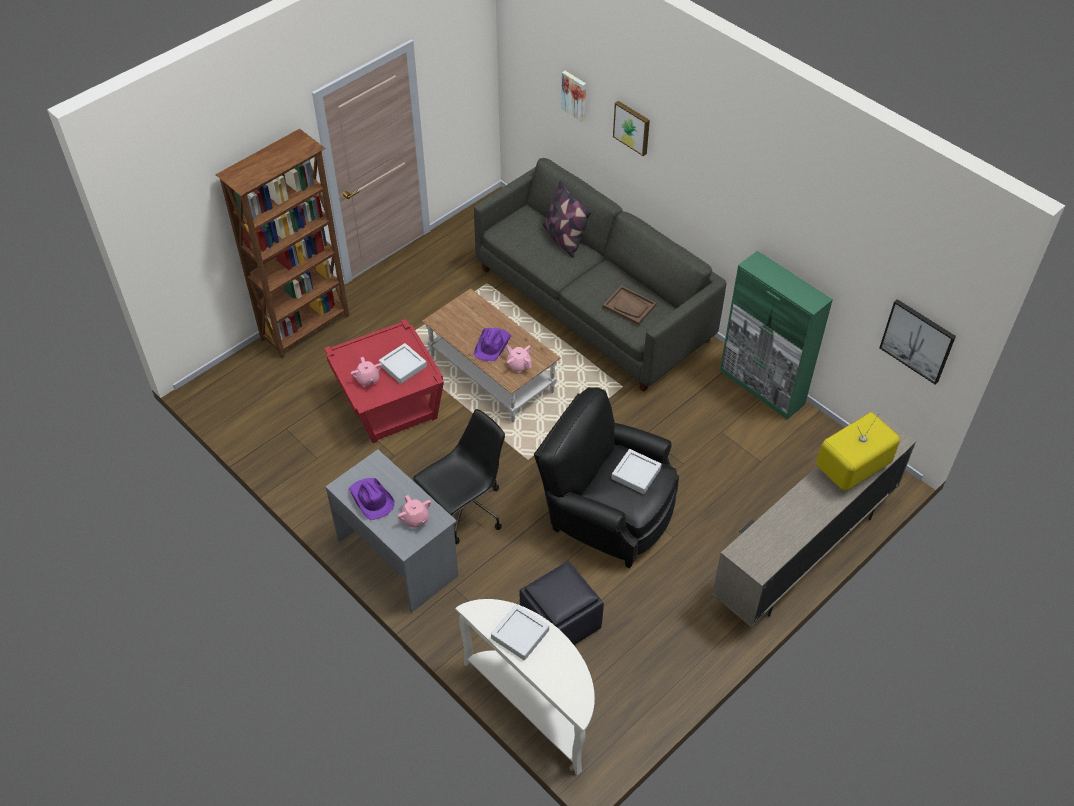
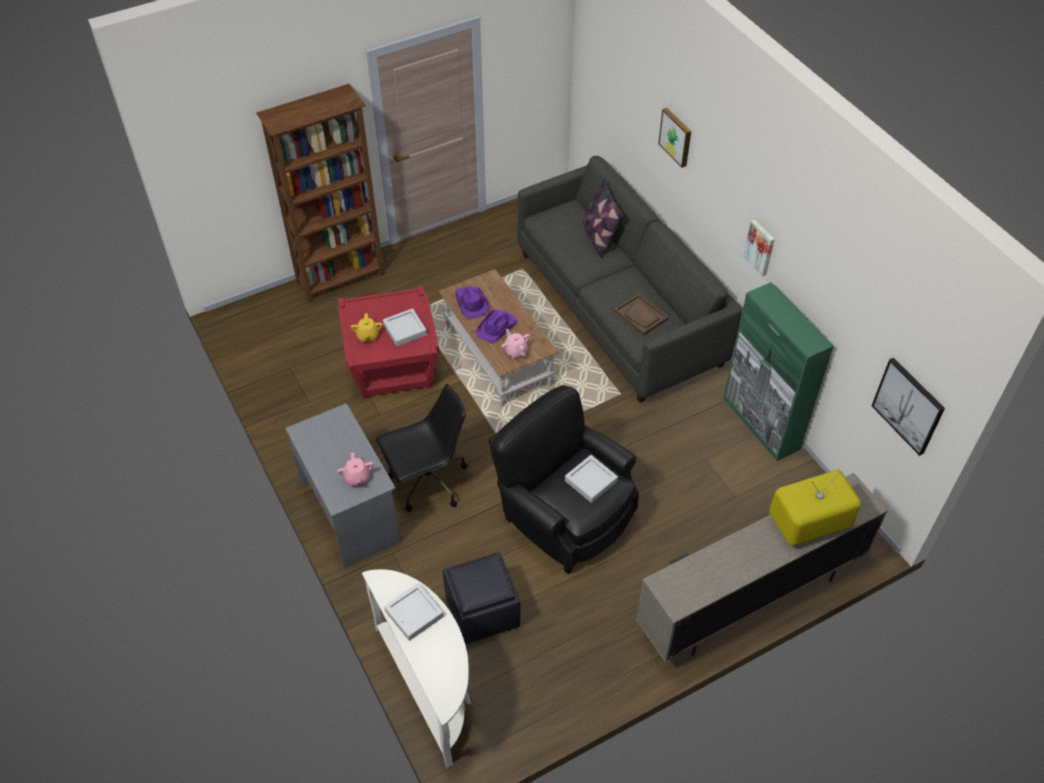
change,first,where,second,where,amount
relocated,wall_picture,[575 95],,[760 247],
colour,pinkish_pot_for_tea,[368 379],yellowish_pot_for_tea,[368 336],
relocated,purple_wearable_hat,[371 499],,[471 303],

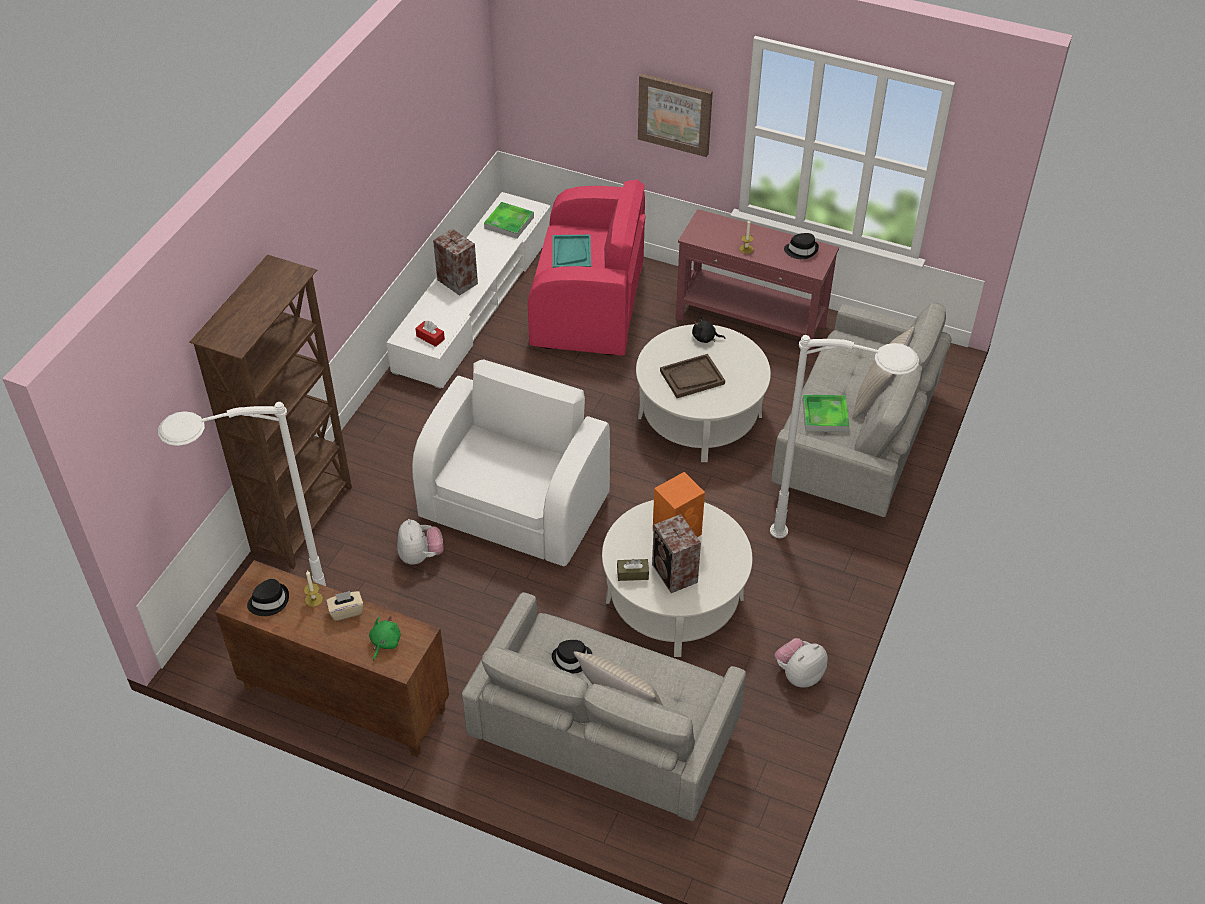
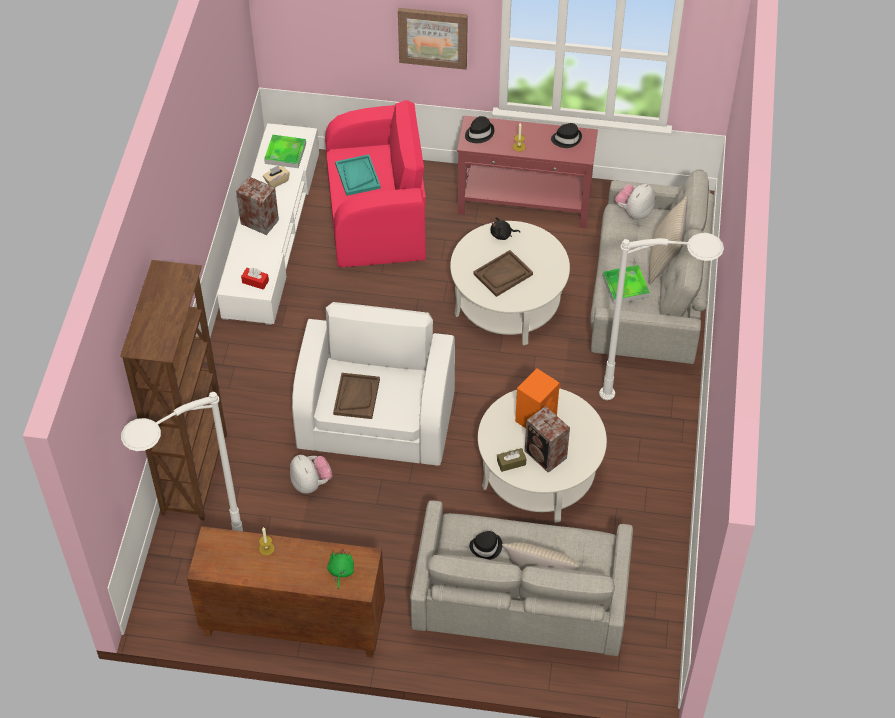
change,first,where,second,where,amount
relocated,black_wearable_hat,[269 601],,[479 133],
relocated,beige-coloured_box_of_tissues,[346 611],,[276 181],
relocated,soft_toy,[799 674],,[634 212],
appeared,,,brown-coloured_tray,[356 397],

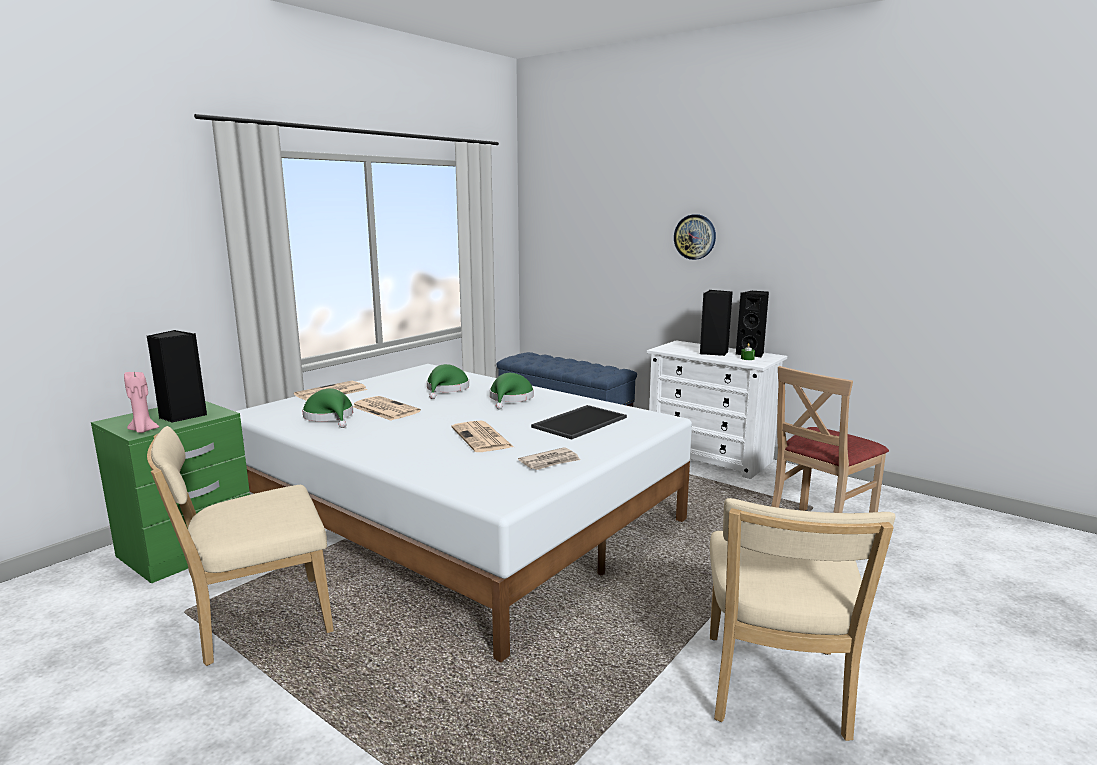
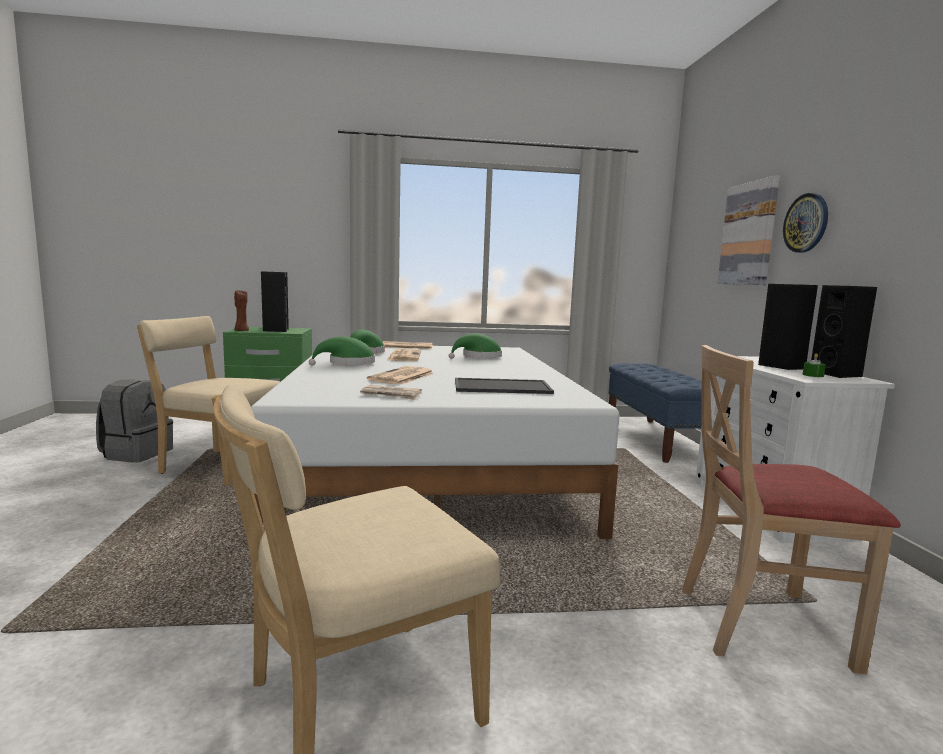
change,first,where,second,where,amount
colour,pinkish_wax_candle,[143 430],brown-coloured_wax_candle,[241 331],
relocated,green_wearable_hat,[510 399],,[348 363],
appeared,,,wall_picture,[749 234],
appeared,,,grey_backpack,[137 453],

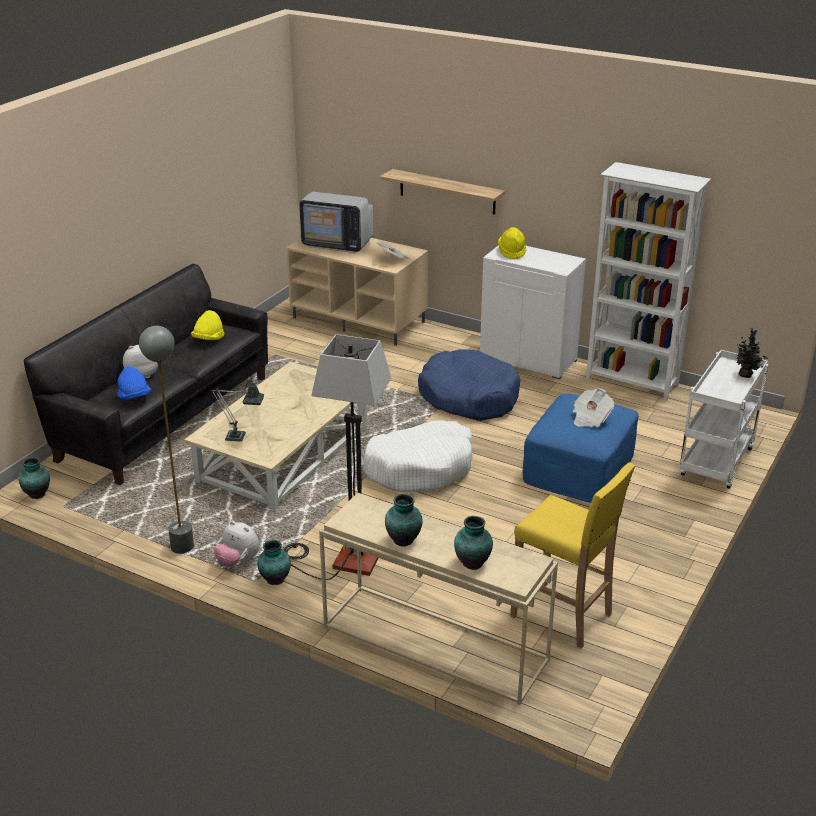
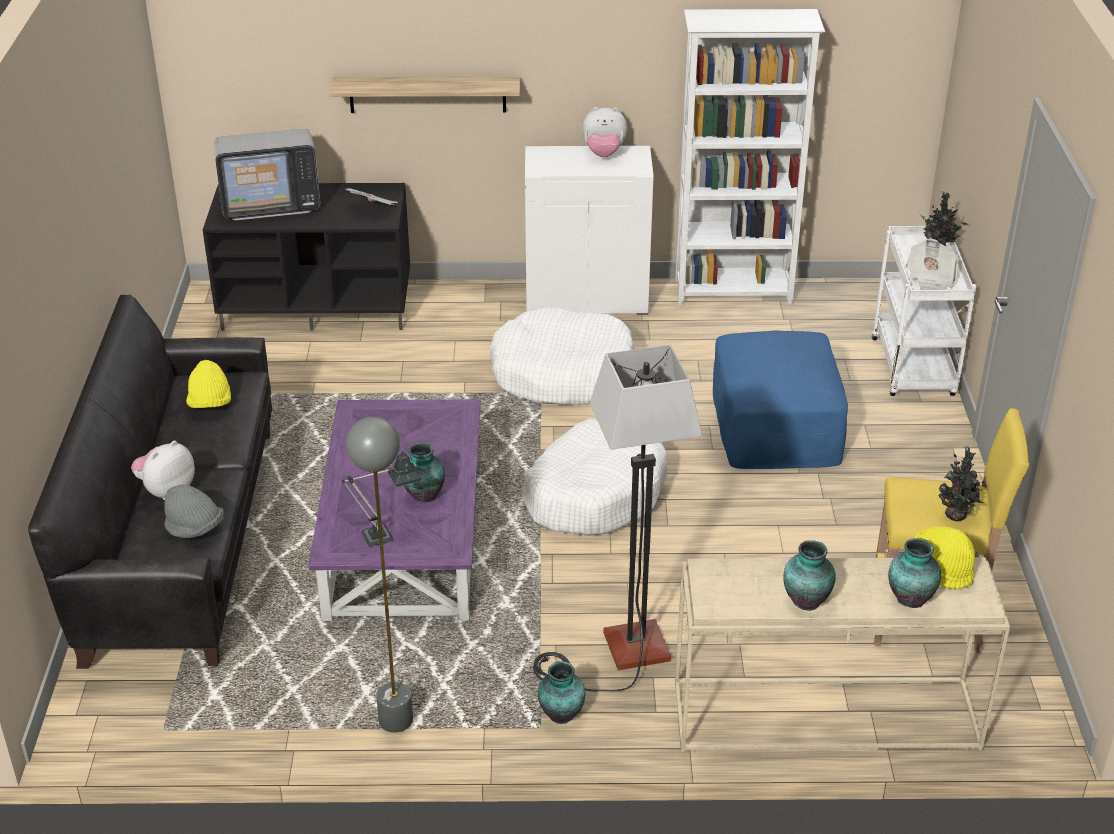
change,first,where,second,where,amount
relocated,yellowish_wearable_hat,[512 252],,[941 569],
colour,beige-coloured_tv_stand,[360 320],black_tv_stand,[318 306],
colour,blue-coloured_dog_bed,[469 397],white_dog_bed,[563 374],
colour,beige-coloured_lounge_table,[284 453],purple_lounge_table,[402 535],
colour,blue-coloured_wearable_hat,[134 397],grey_wearable_hat,[195 529],
relocated,daily_paper,[590 418],,[930 280],
relocated,decorative_vase,[37 493],,[423 494],
relocated,soft_toy,[238 561],,[604 154],
appeared,,,potted_plant,[957 517],

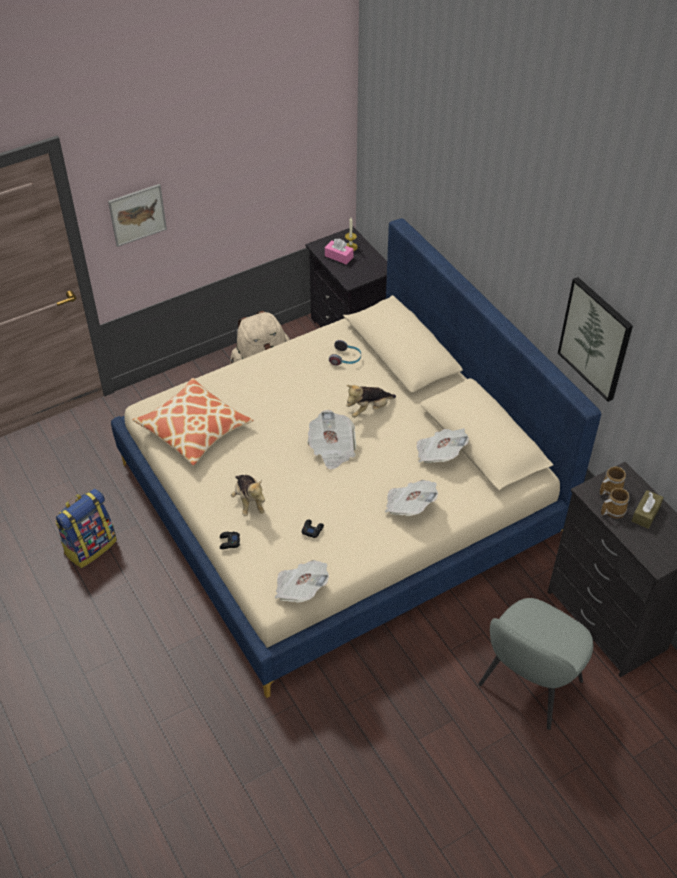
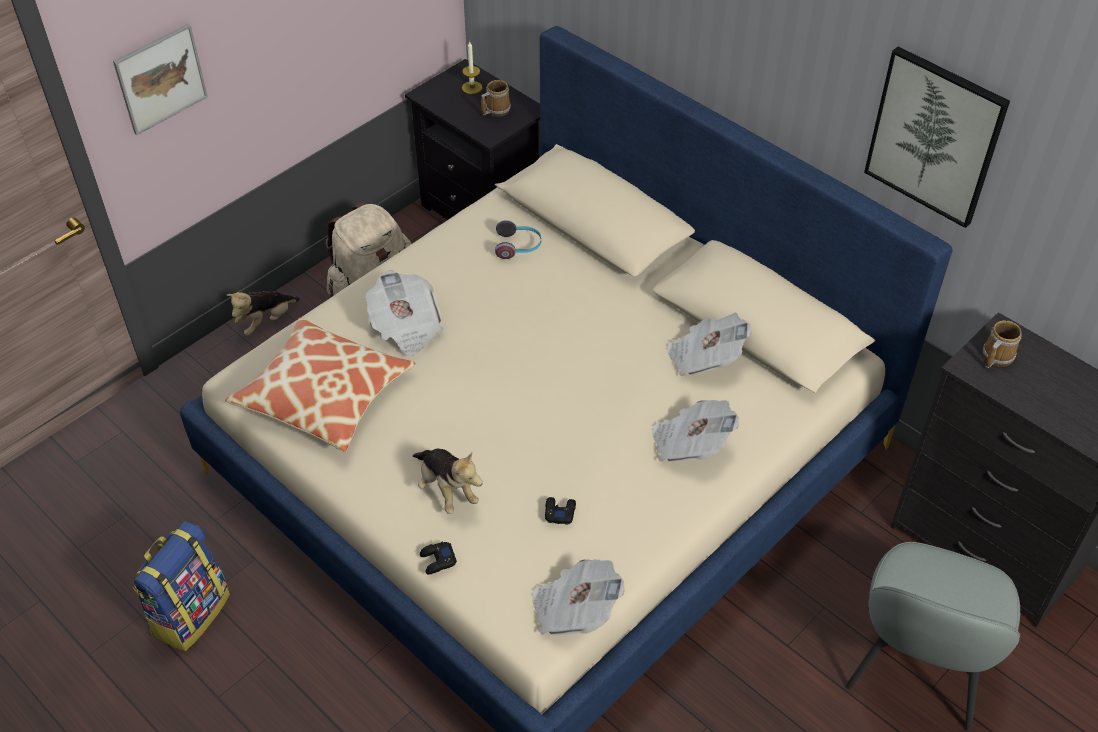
change,first,where,second,where,amount
missing,pinkish_box_of_tissues,[339 256],,,
relocated,soft_toy,[368 409],,[266 321],
relocated,daily_paper,[332 449],,[406 327],
relocated,tea_mug,[613 510],,[496 109],
missing,brown-coloured_box_of_tissues,[646 513],,,

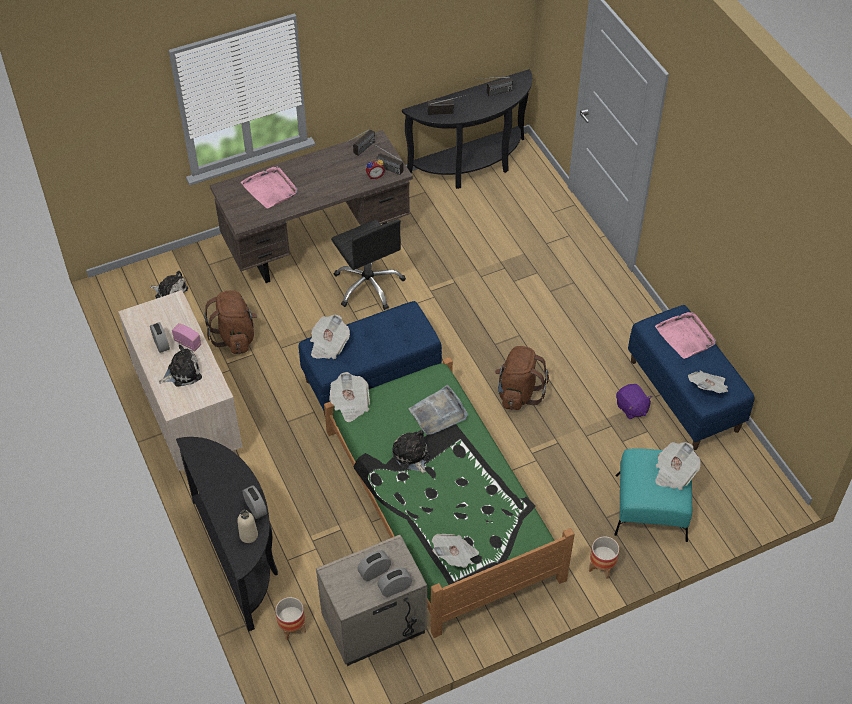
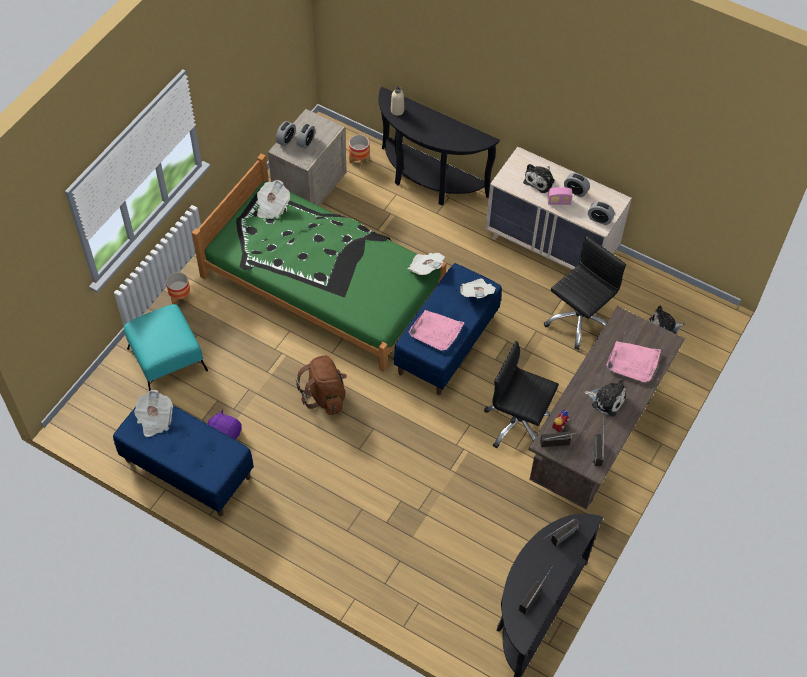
change,first,where,second,where,amount
exchanged,brown-coloured_backpack,[235 336],black_desk_chair,[578 320],
relocated,pinkish_tray,[685 336],,[435 331],
missing,grey_tray,[438 413],,,
relocated,soft_toy,[412 456],,[606 400],
missing,daily_paper,[674 473],,,
relocated,table_clock,[255 508],,[599 219],

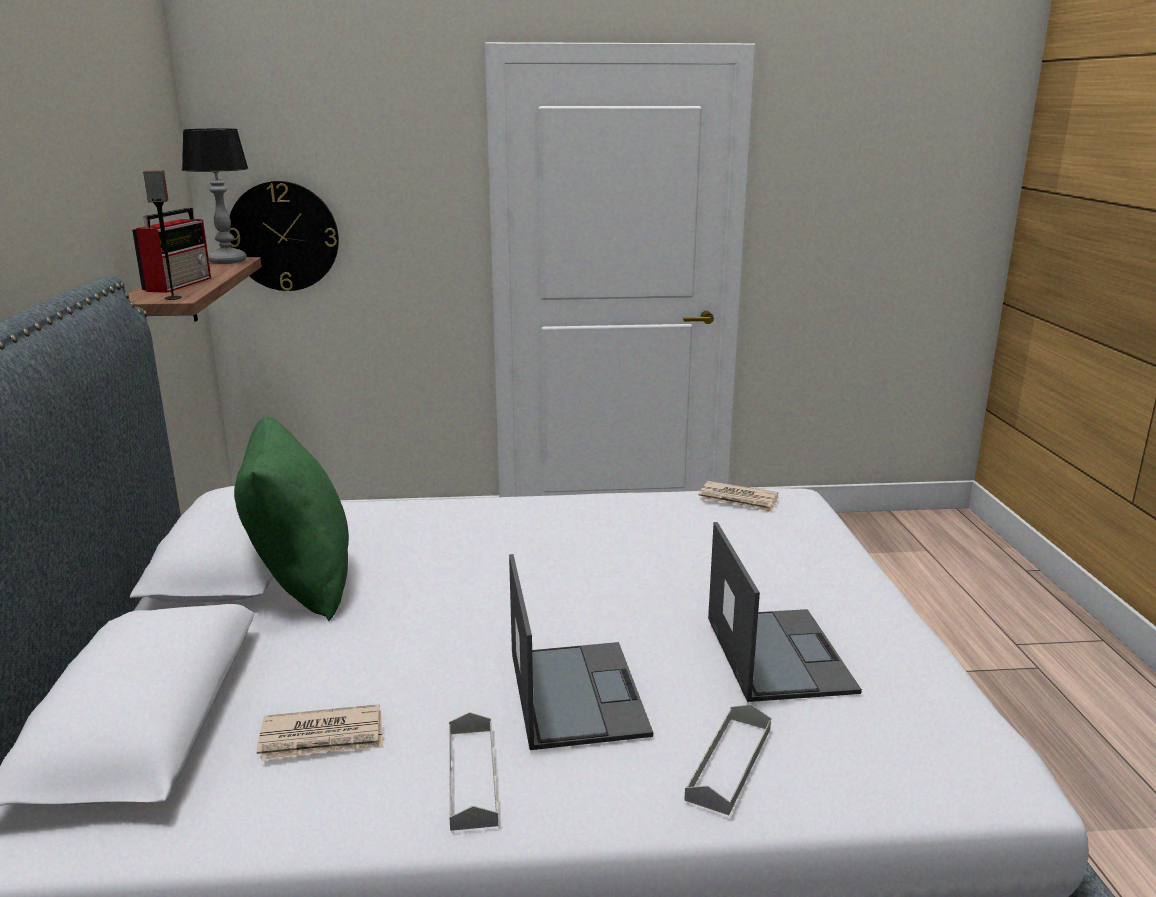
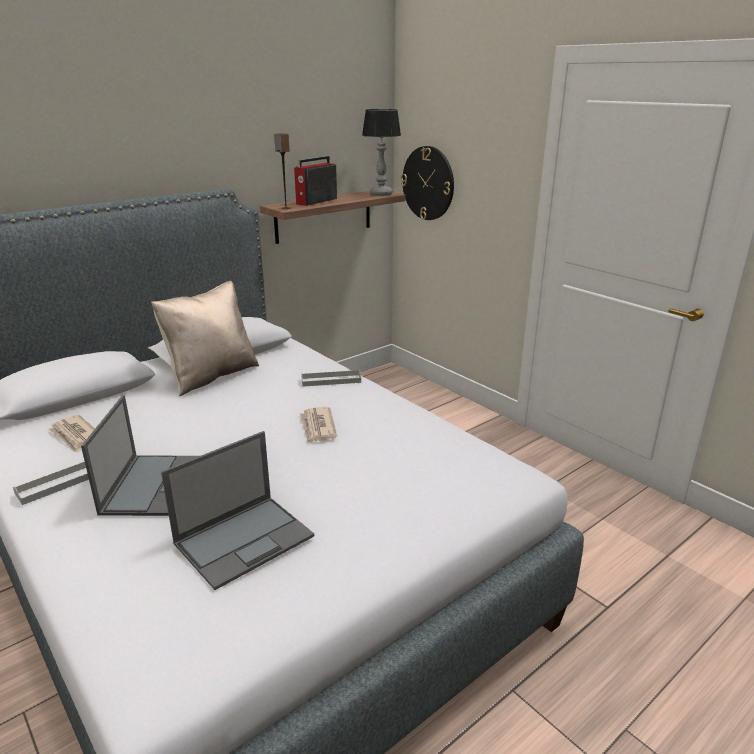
change,first,where,second,where,amount
spun,radio_receiver,[179 284],,[316 202],150 degrees clockwise
colour,green_throw_pillow,[302 583],beige-coloured_throw_pillow,[211 375],
relocated,daily_paper,[738 500],,[317 427],
spun,notebook_computer,[576 693],,[153 484],45 degrees counterclockwise
relocated,grey_tray,[729 763],,[331 380],

